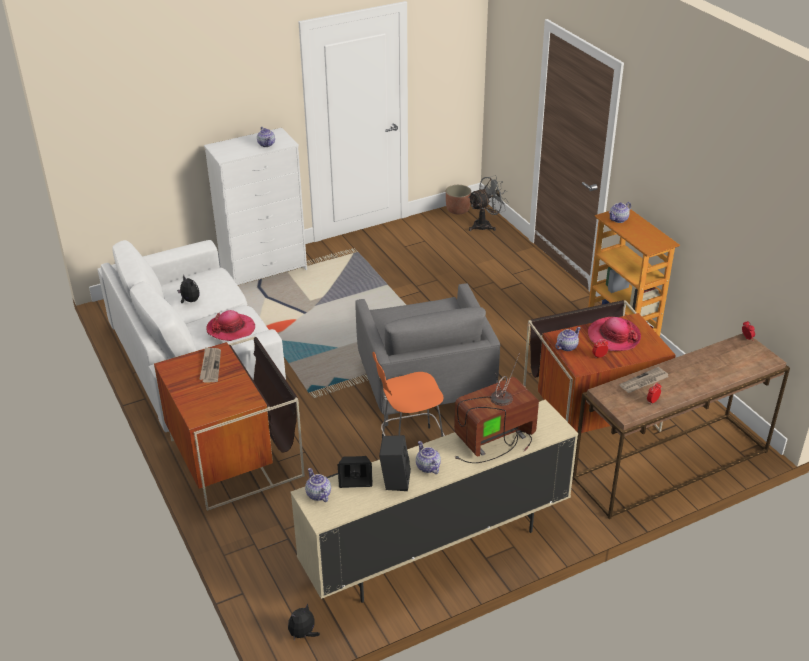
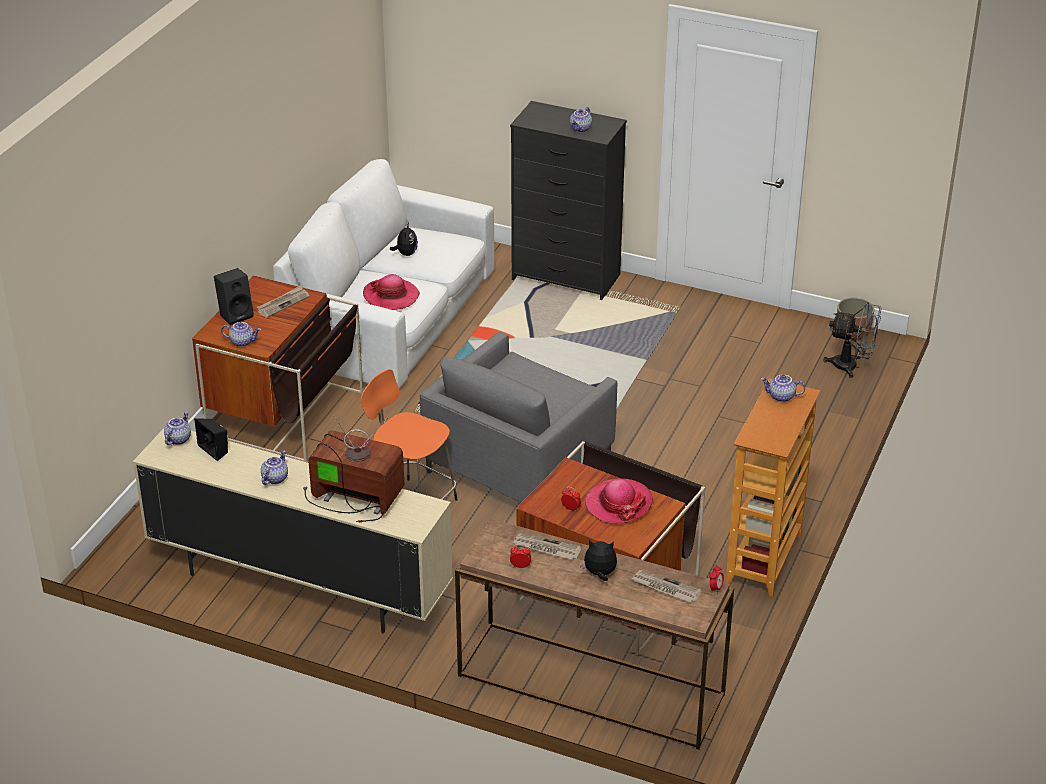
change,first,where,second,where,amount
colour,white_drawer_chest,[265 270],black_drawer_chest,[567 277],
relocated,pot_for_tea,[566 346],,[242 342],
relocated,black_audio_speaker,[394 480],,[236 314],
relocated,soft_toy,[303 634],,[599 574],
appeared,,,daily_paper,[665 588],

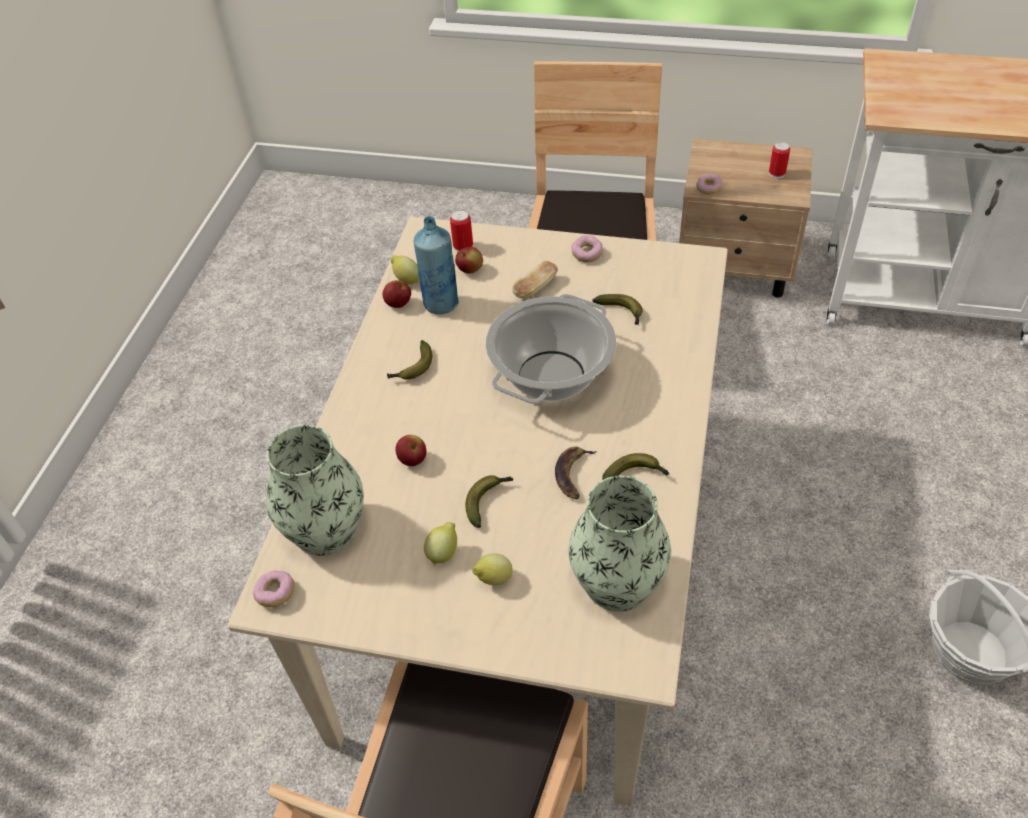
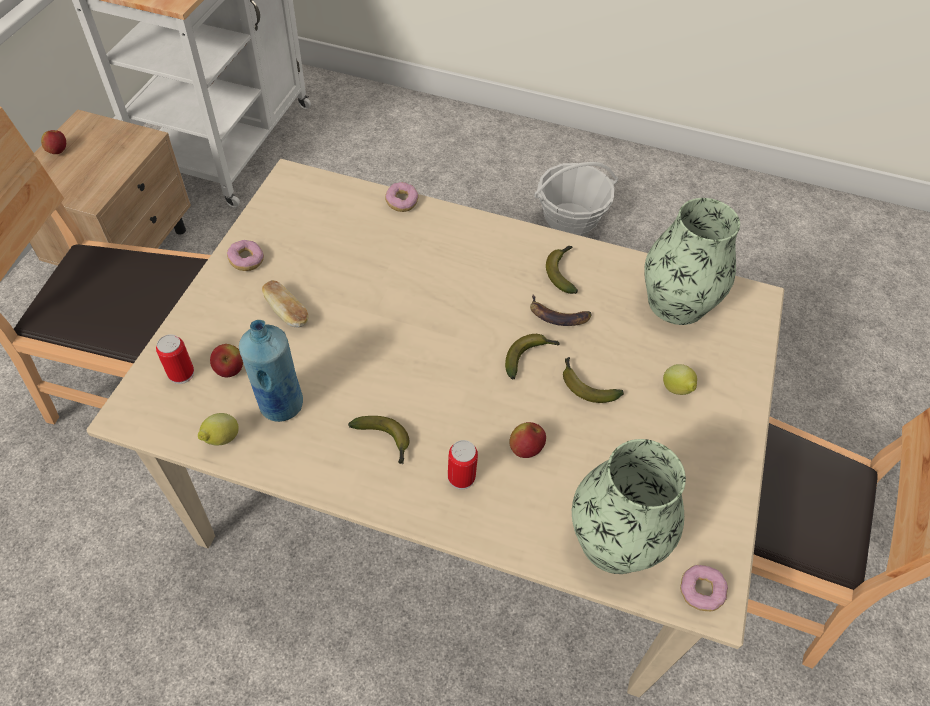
change,first,where,second,where,amount
relocated,metal_can,[777 173],,[461 477],
relocated,ring_doughnut,[708 188],,[402 203],
relocated,apple,[398 304],,[58 151],
missing,cooking_pot,[551 375],,,
relocated,banana_fruit,[621 313],,[529 357],
missing,citrus_fruit,[443 552],,,

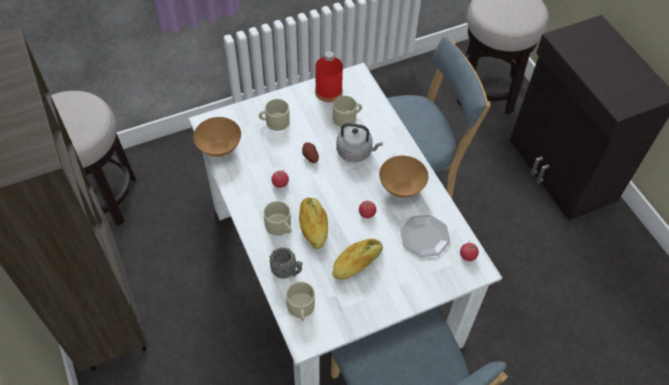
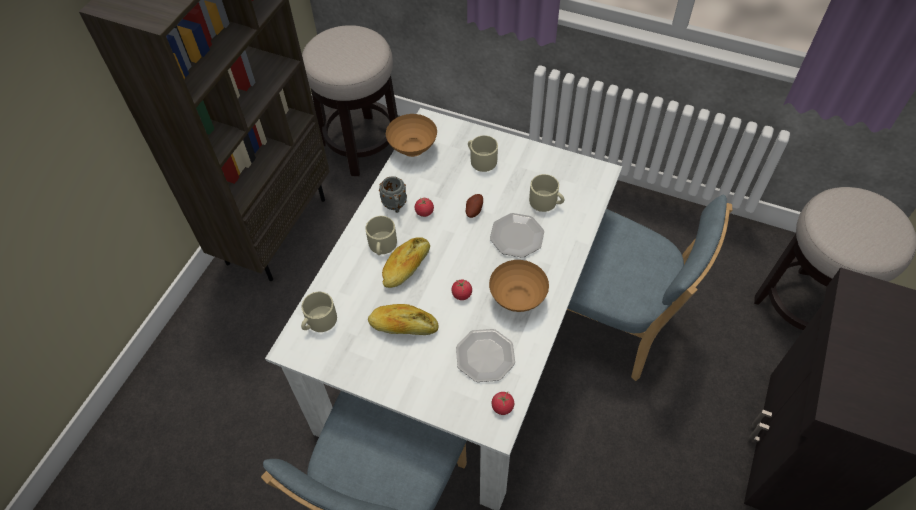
change,first,where,second,where,amount
missing,red-coloured_beverage_bottle,[328 91],,,
exchanged,grey_water_kettle,[356 152],plate,[517 236],
relocated,grey_tea_mug,[287 271],,[395 206],

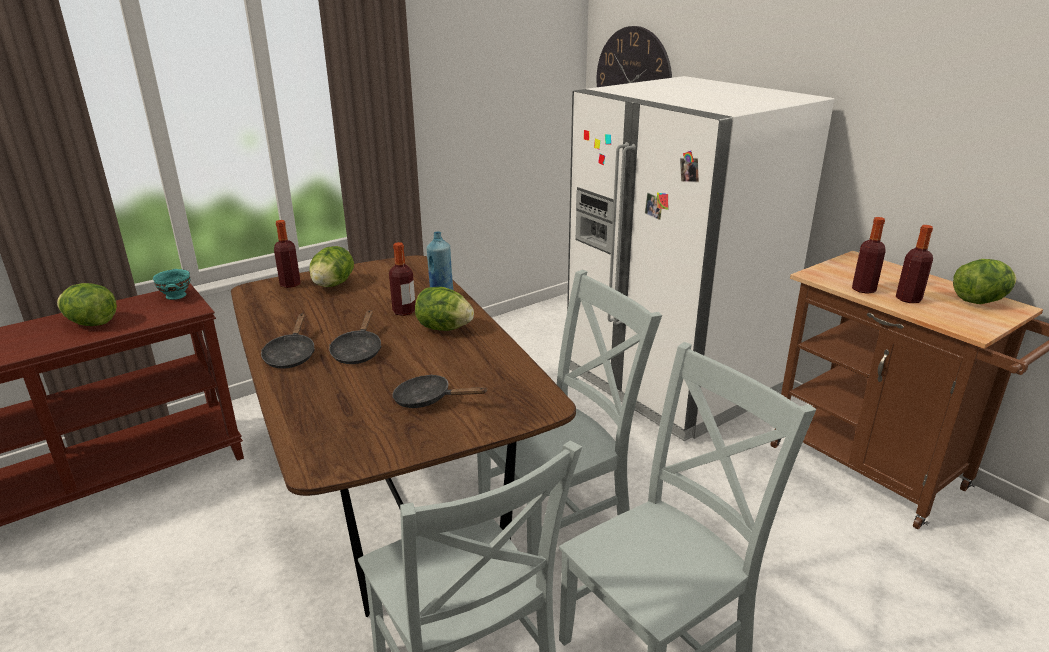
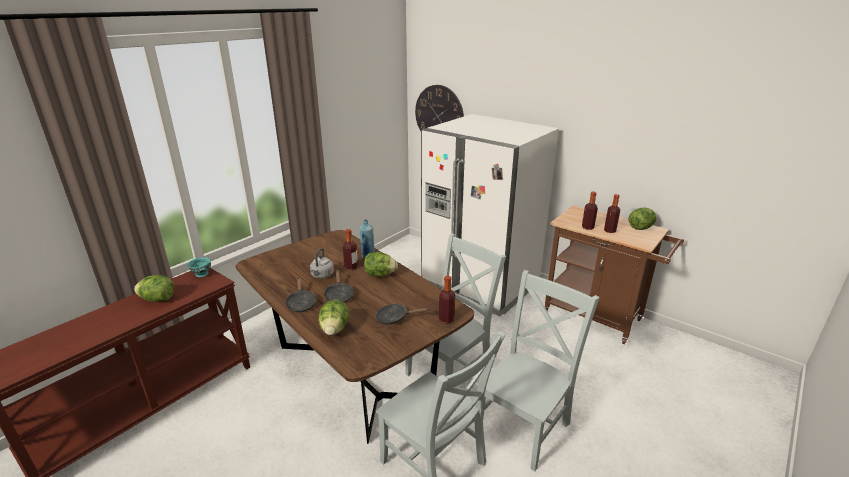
change,first,where,second,where,amount
relocated,beverage_bottle,[290 284],,[446 319],
relocated,lettuce,[333 285],,[334 329],
appeared,,,grey_water_kettle,[322 275],

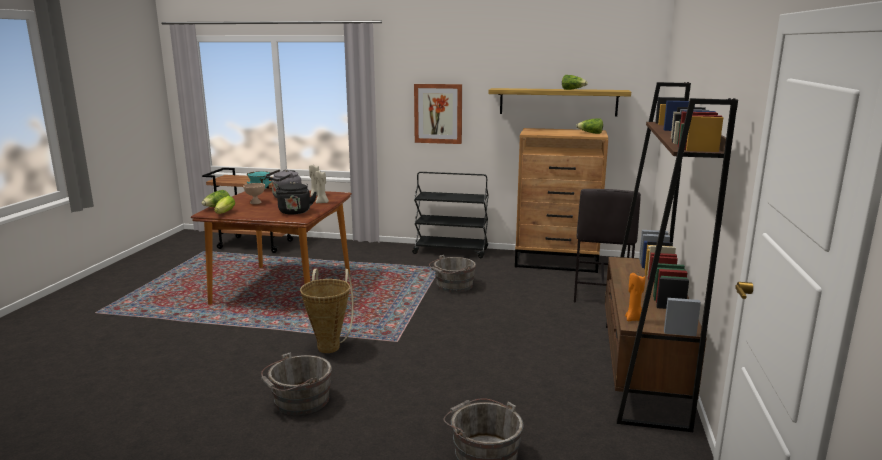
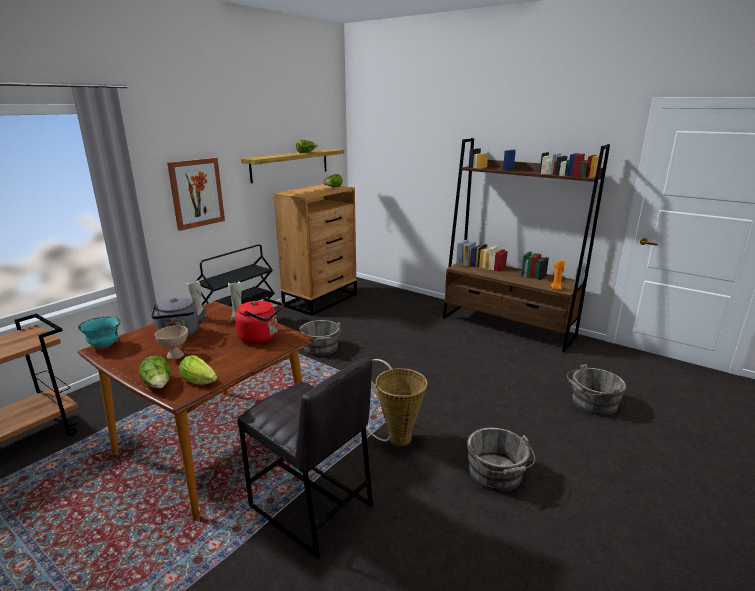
change,first,where,second,where,amount
colour,black_water_kettle,[295 212],red-coloured_water_kettle,[261 337],
relocated,grey_sitting_stool,[600 292],,[310 507],

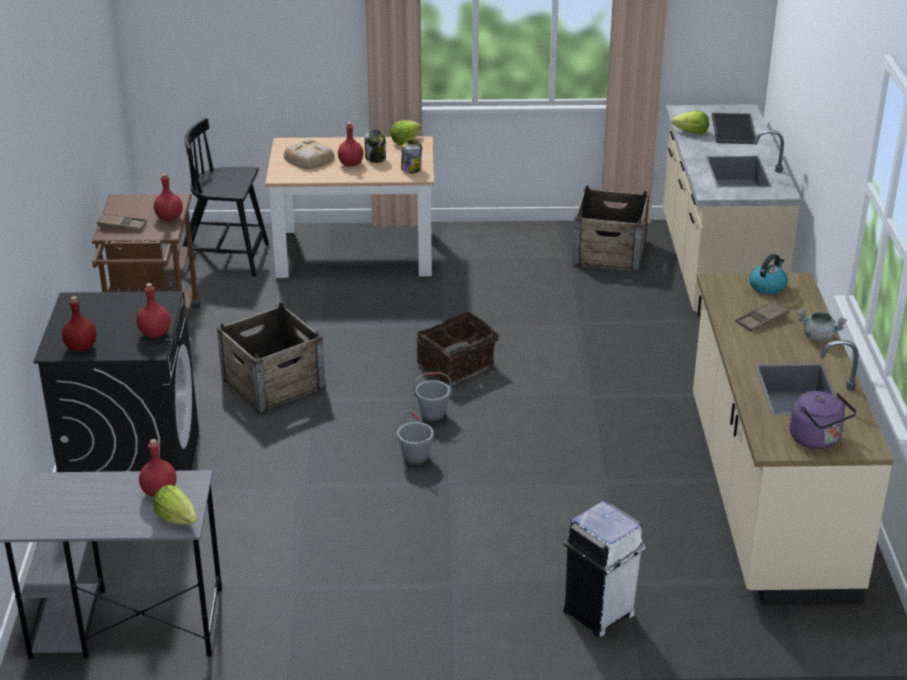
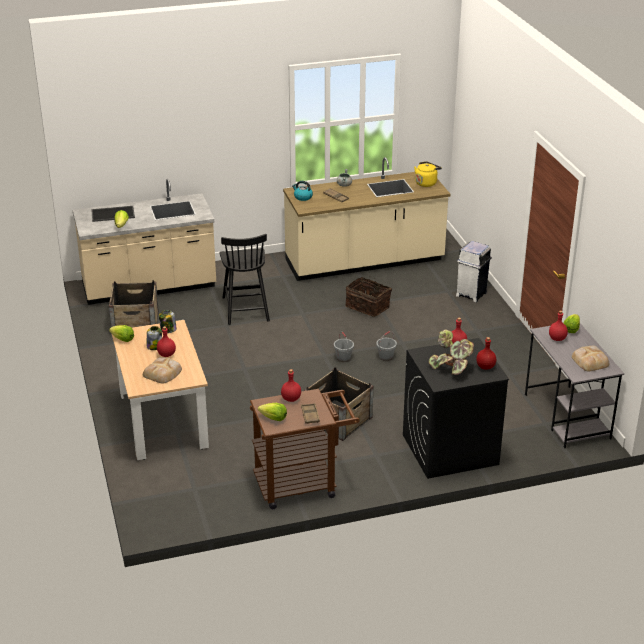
change,first,where,second,where,amount
relocated,black_plain_chair,[224 258],,[245 308],
relocated,storage_basket,[457 365],,[368 306],
colour,purple_water_kettle,[817 439],yellowish_water_kettle,[426 183],
appeared,,,potted_plant,[452 368],
appeared,,,bread,[590 361],
appeared,,,lettuce,[273 418],

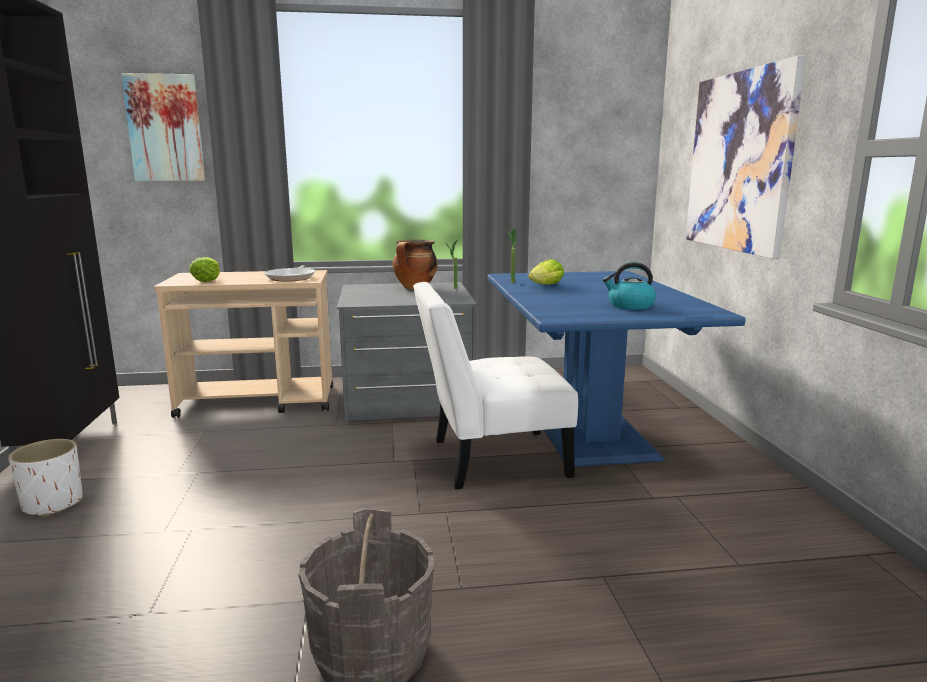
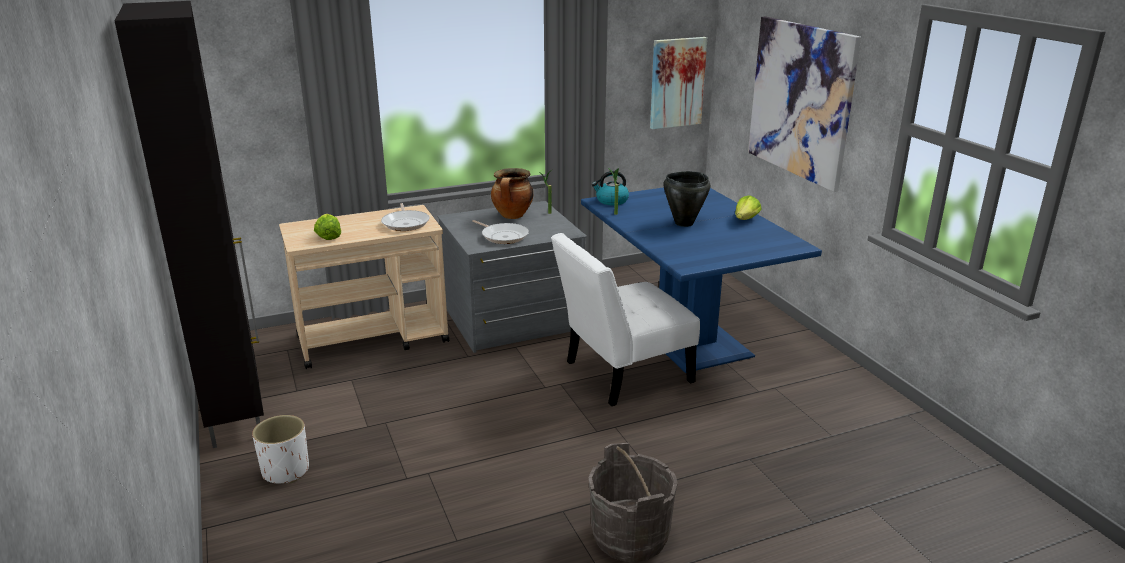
change,first,where,second,where,amount
relocated,wall_picture,[165 128],,[677 82],
relocated,lettuce,[546 285],,[746 220],
relocated,water_kettle,[630 306],,[611 201],
appeared,,,black_cooking_pot,[683 223],
appeared,,,pan,[503 236],

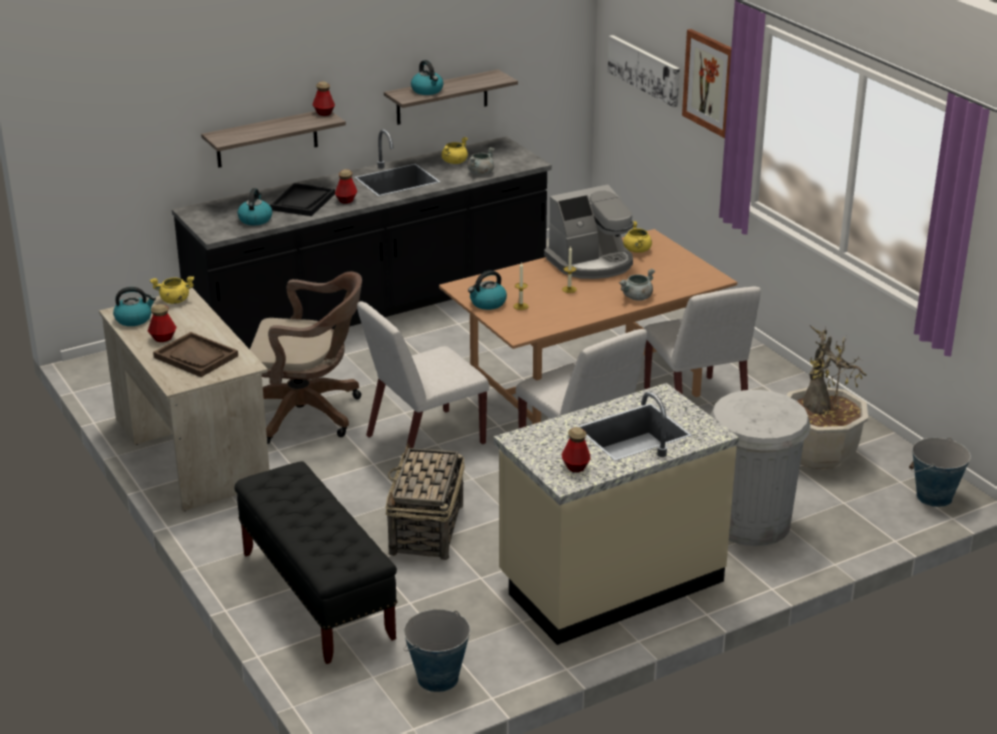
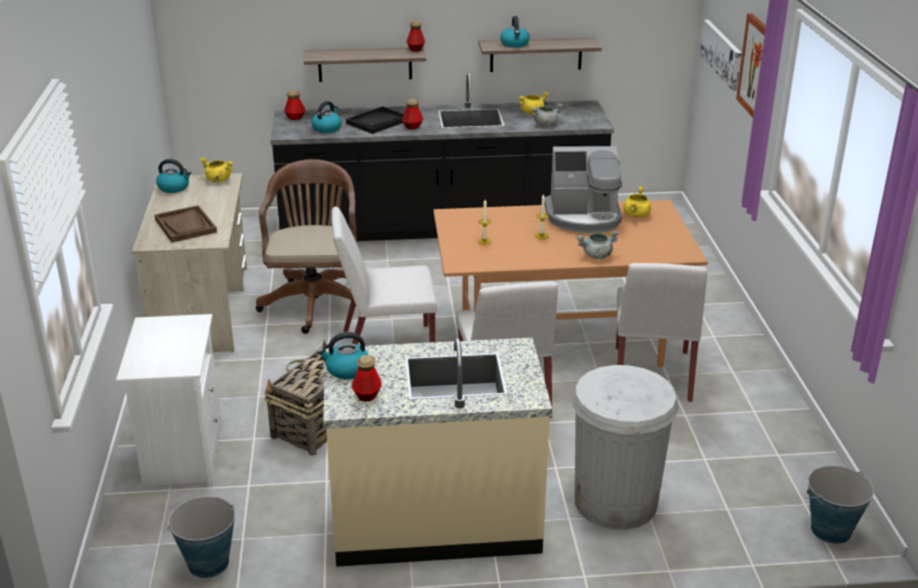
change,first,where,second,where,amount
relocated,water_kettle,[487 303],,[347 370],
spun,brown-coloured_desk_chair,[308 414],,[315 301],120 degrees counterclockwise
relocated,beverage_bottle,[163 338],,[295 118],
missing,potted_plant,[819 455],,,
exchanged,black_long_seat,[317 595],white_nightstand,[182 455],

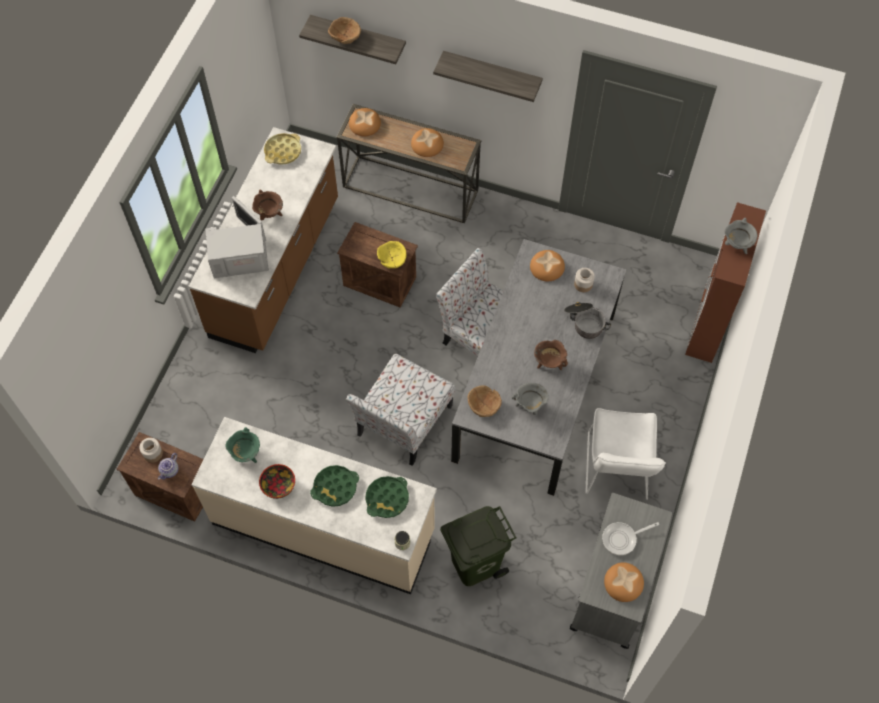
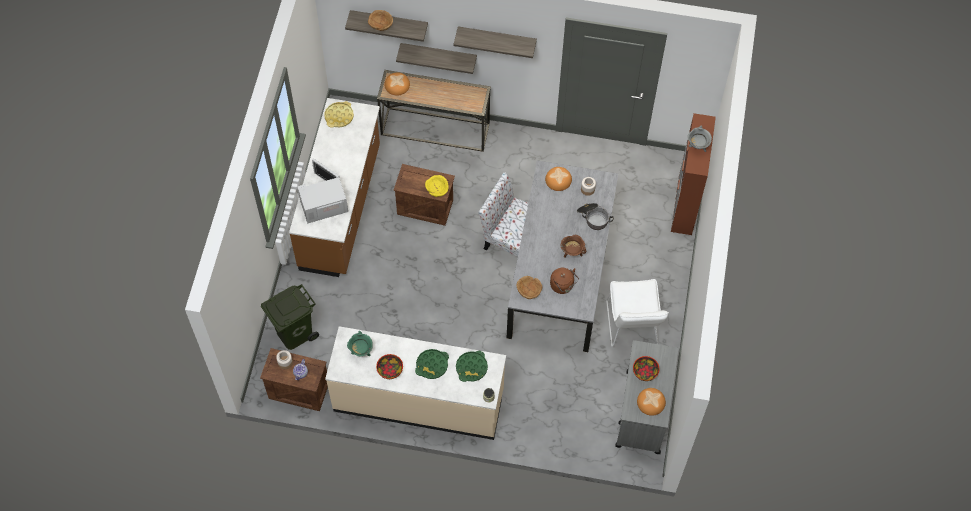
change,first,where,second,where,amount
missing,bread,[427 144],,,
missing,brown-coloured_cooking_pot,[269 214],,,
missing,plain_chair,[403 422],,,
exchanged,grey_cooking_pot,[530 406],brown-coloured_water_kettle,[563 286],
relocated,green_waste_bin,[475 563],,[294 333],
exchanged,pan,[622 539],bowl,[645 372],
appeared,,,shelf,[438 55],

